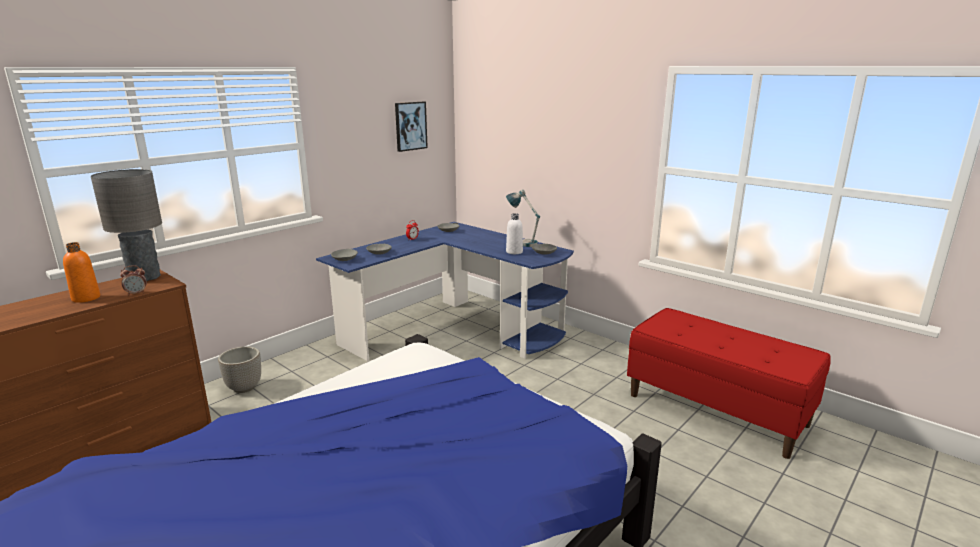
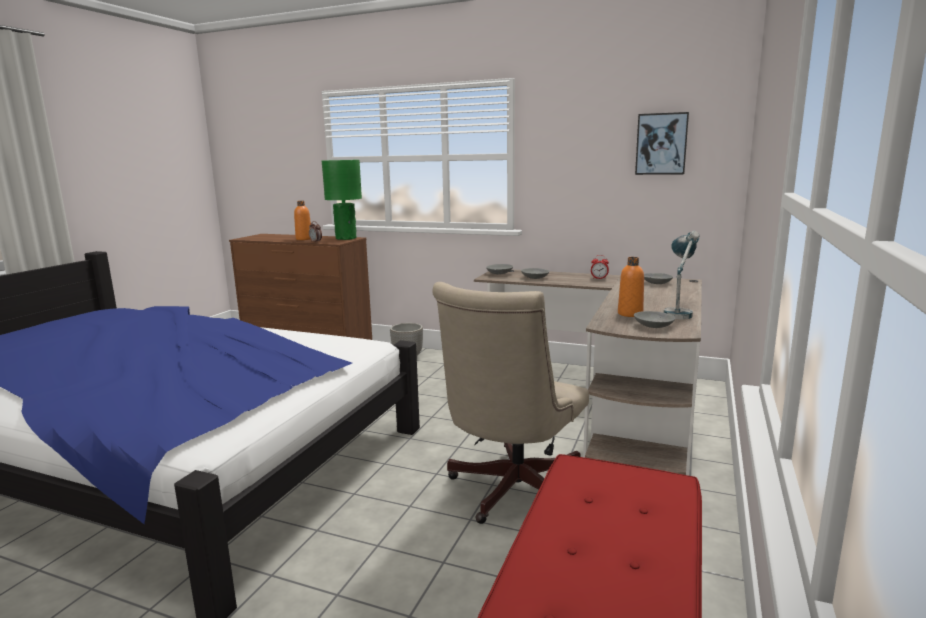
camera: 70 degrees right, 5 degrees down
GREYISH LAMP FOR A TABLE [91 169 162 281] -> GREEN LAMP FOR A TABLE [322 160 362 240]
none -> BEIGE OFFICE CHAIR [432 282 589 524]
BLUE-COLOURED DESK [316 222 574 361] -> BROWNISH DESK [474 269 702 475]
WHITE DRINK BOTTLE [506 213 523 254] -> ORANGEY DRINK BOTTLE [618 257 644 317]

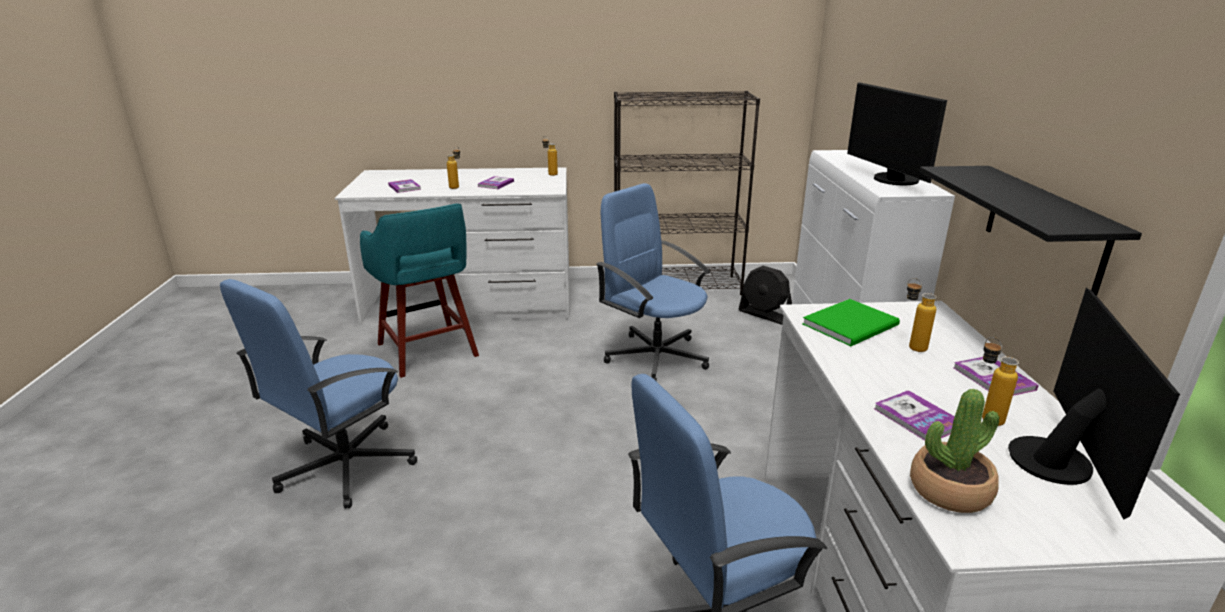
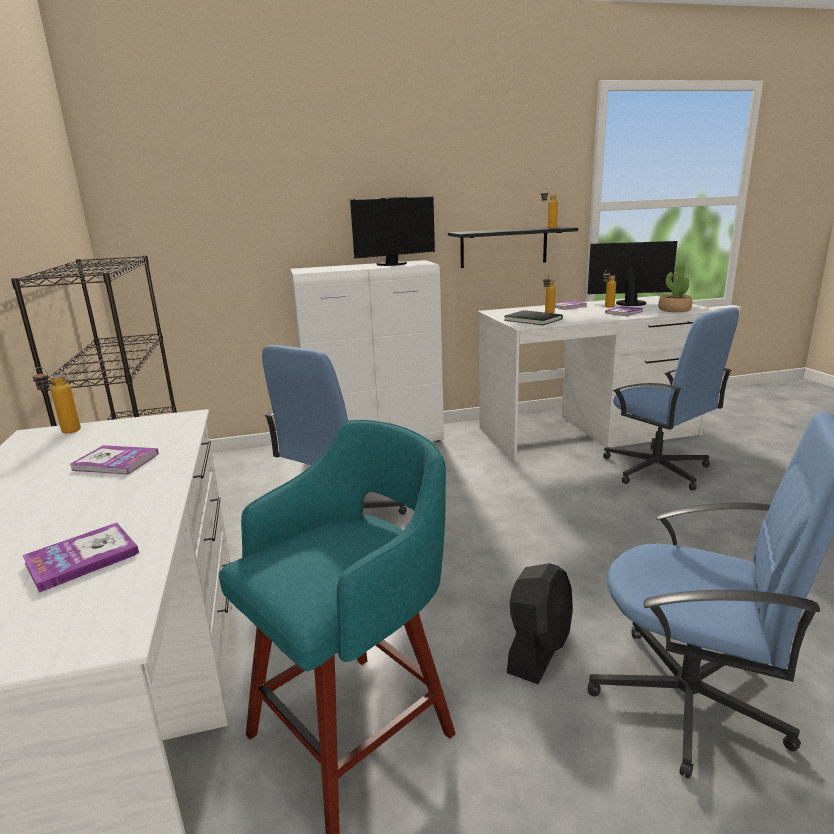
camera: 100 degrees left, 5 degrees down
GREEN VOLUME [802 299 900 346] -> BLACK-COLOURED VOLUME [504 310 563 325]
BLACK-COLOURED ELECTRIC FAN [739 266 792 325] -> BLACK-COLOURED ELECTRIC FAN [507 563 573 684], moved
DRINK BOTTLE [447 146 460 189] -> DRINK BOTTLE [540 188 558 229], moved

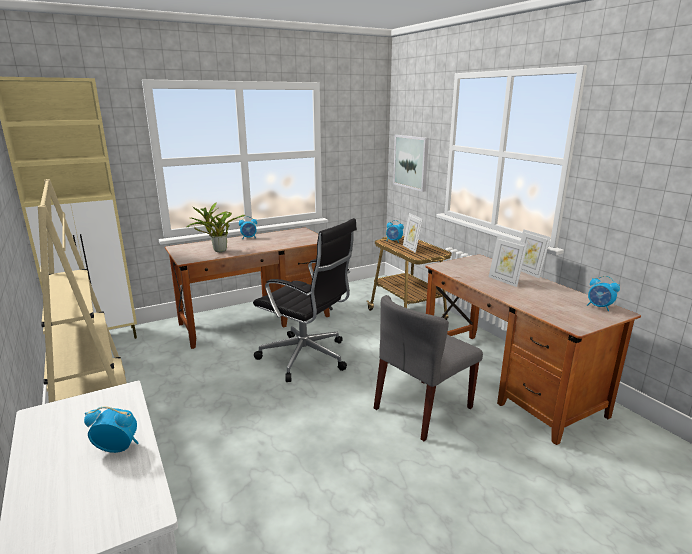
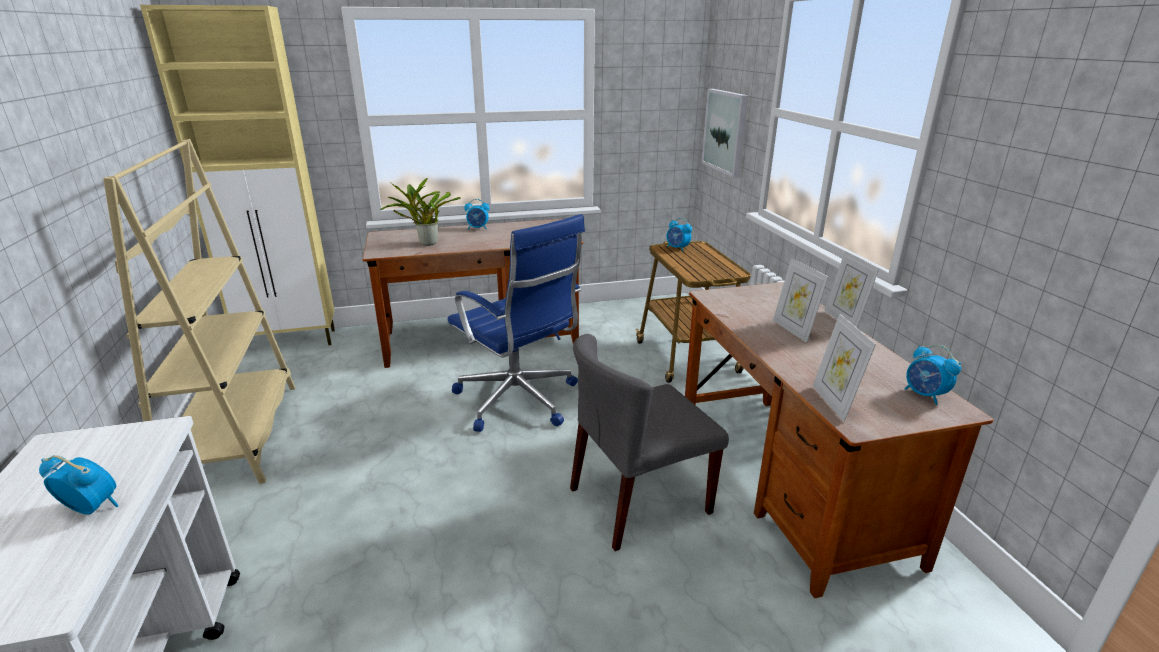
camera: 15 degrees right, 5 degrees up
BLACK-COLOURED OFFICE CHAIR [253 218 357 382] -> BLUE-COLOURED OFFICE CHAIR [448 214 585 432]
PHOTO FRAME [403 213 423 253] -> PHOTO FRAME [813 314 876 422], moved

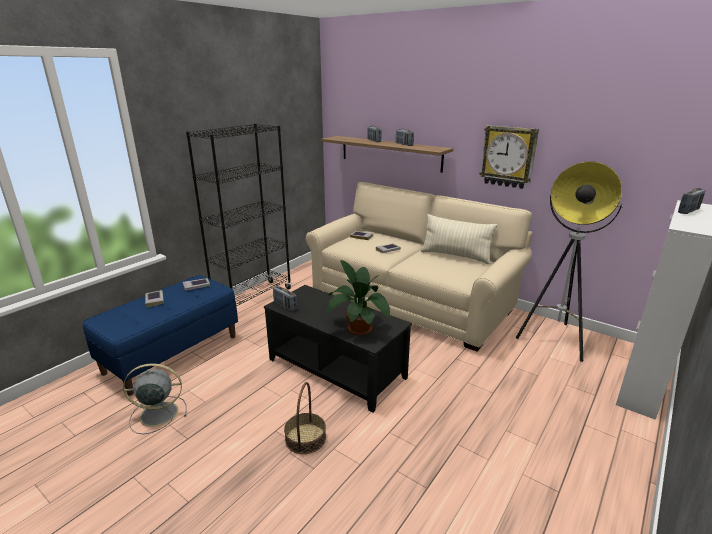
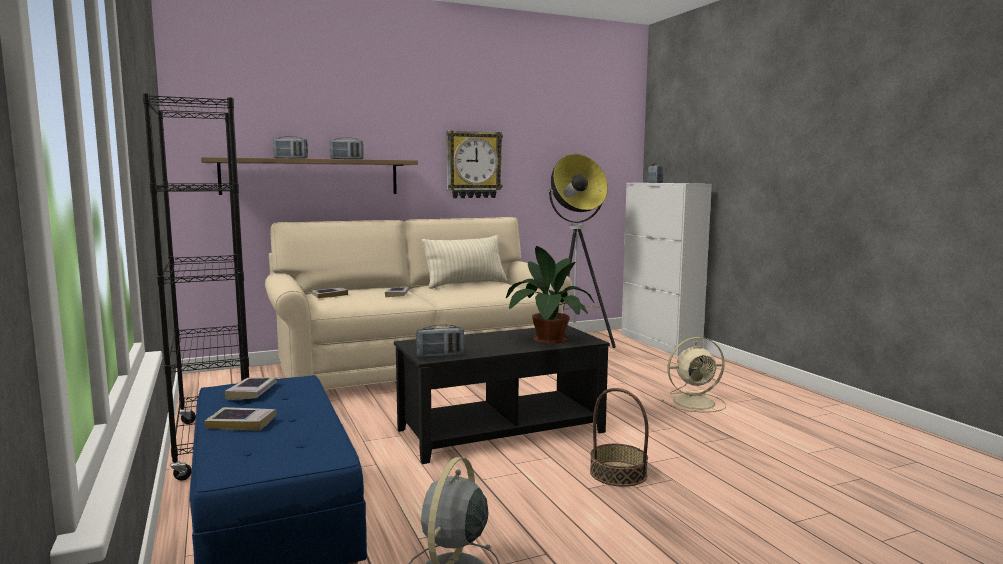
camera: 60 degrees left, 15 degrees down
none -> BEIGE ELECTRIC FAN [661 337 726 412]

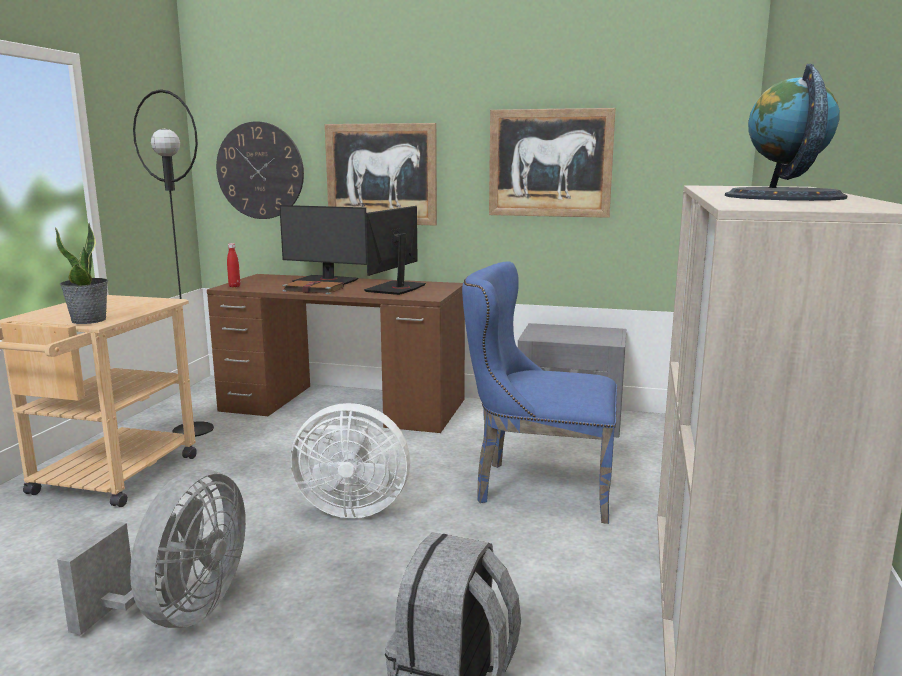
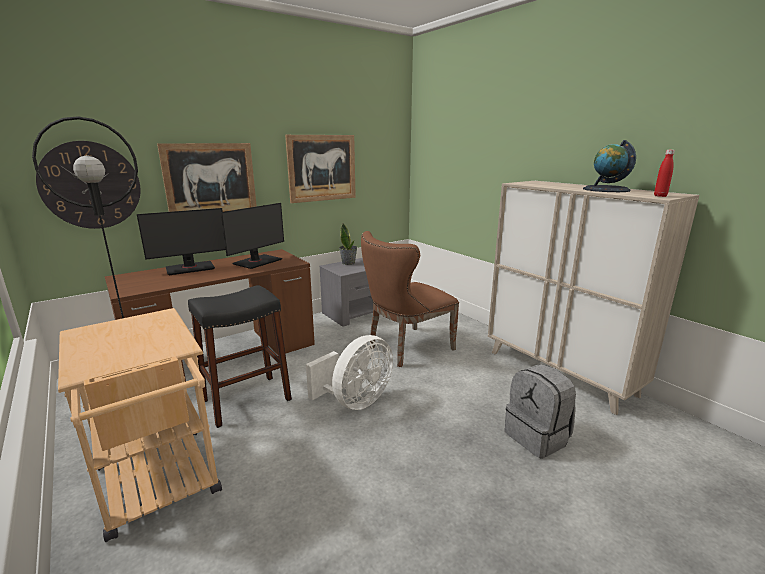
camera: 50 degrees left, 5 degrees up
none -> BLACK-COLOURED STOOL [188 285 292 428]
COMPUTER DISPLAY [364 206 426 295] -> COMPUTER DISPLAY [221 203 284 269], 120 degrees counterclockwise
HOUSEPLANT [55 223 108 324] -> HOUSEPLANT [339 224 357 265], moved
BLUE-COLOURED PLAIN CHAIR [462 261 617 524] -> BROWNISH PLAIN CHAIR [361 231 459 367]
REDDISH DRINK BOTTLE [227 243 240 287] -> REDDISH DRINK BOTTLE [654 150 675 197], moved
GREYISH ELECTRIC FAN [57 469 246 635] -> none
BROWNISH VOLUME [282 280 344 294] -> none

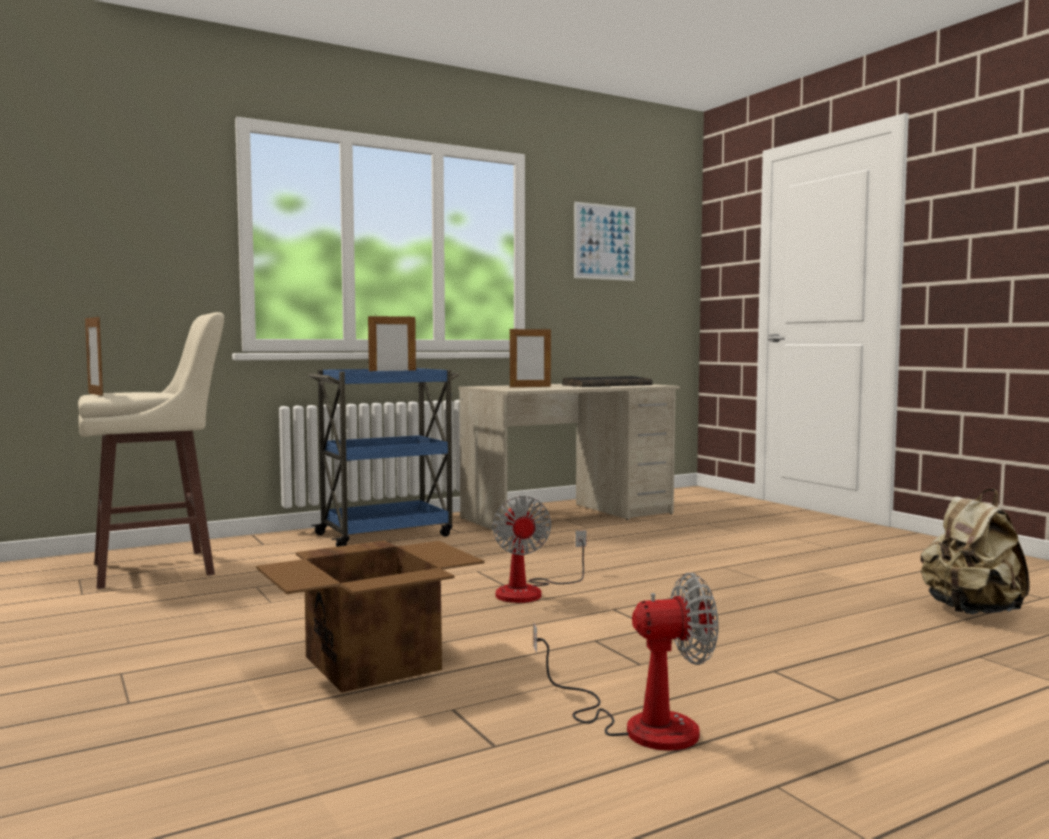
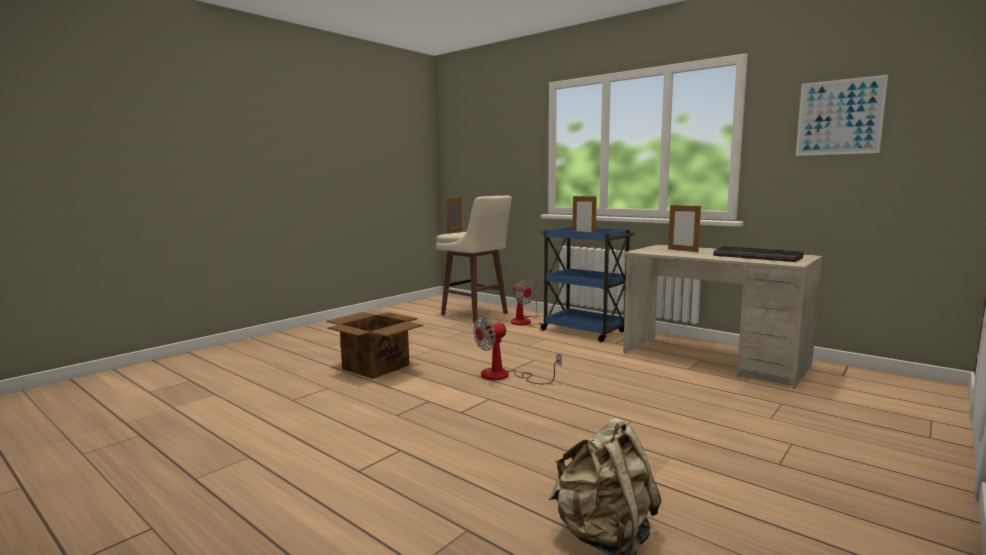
camera: 70 degrees right, 5 degrees up
ELECTRIC FAN [533 573 718 751] -> ELECTRIC FAN [511 279 539 325], moved

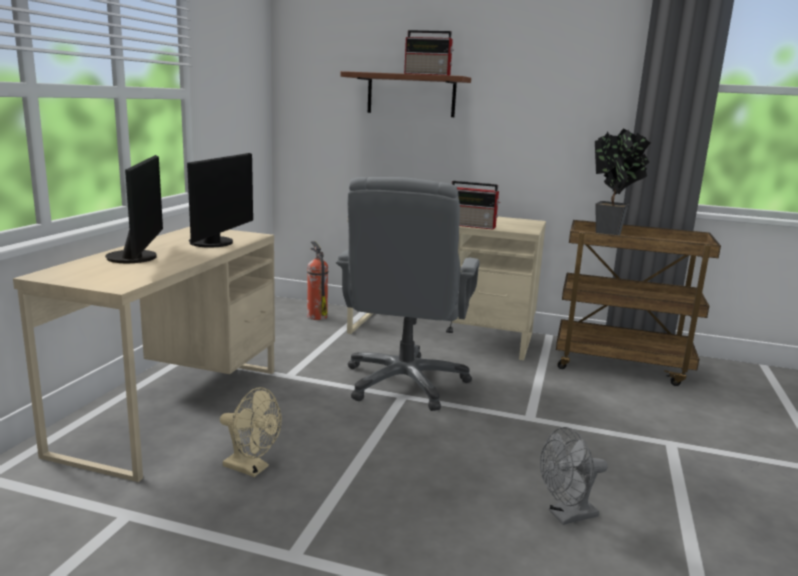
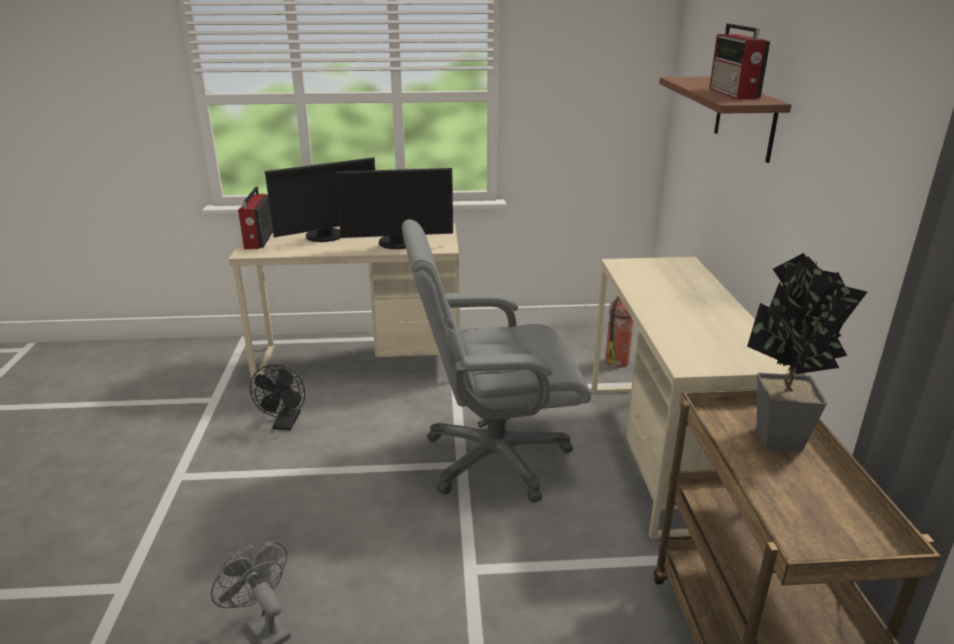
camera: 70 degrees right, 10 degrees up
RADIO [452 181 500 230] -> RADIO [238 187 273 249], moved
BEIGE ELECTRIC FAN [220 387 282 477] -> BLACK-COLOURED ELECTRIC FAN [250 364 305 430]

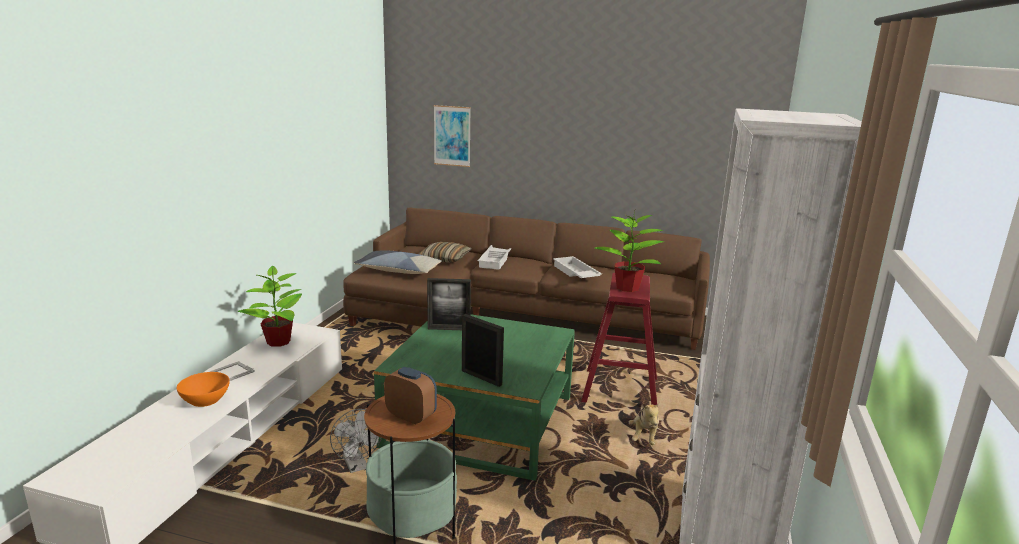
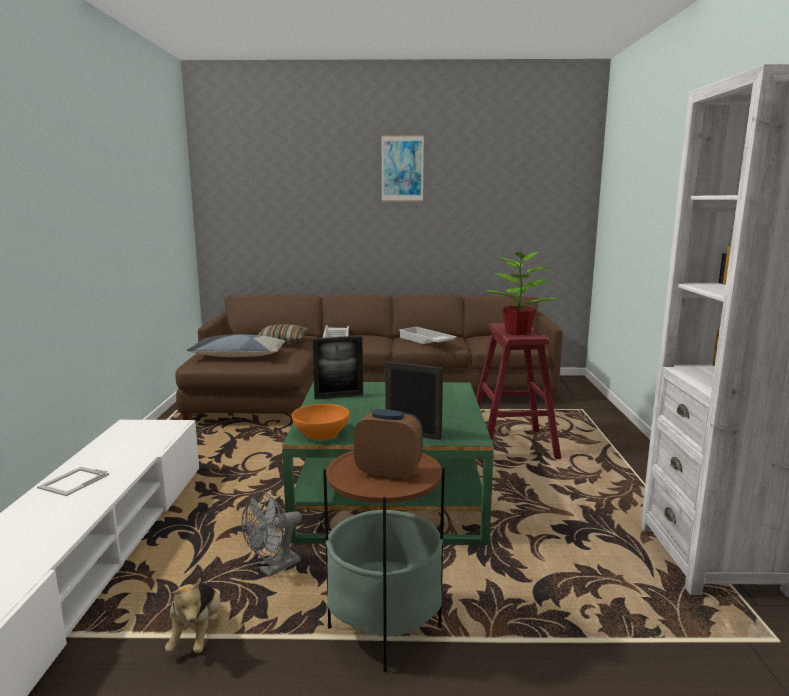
camera: 15 degrees left, 5 degrees down
PLUSH TOY [629 402 661 445] -> PLUSH TOY [165 578 221 653], moved
GREYISH ELECTRIC FAN [330 409 382 473] -> GREYISH ELECTRIC FAN [242 491 302 577], 90 degrees clockwise
ORANGEY DEEP DISH [177 372 230 407] -> ORANGEY DEEP DISH [292 404 349 440], moved
WALL PICTURE [434 105 471 167] -> WALL PICTURE [381 135 424 202], moved
HOUSEPLANT [237 266 302 347] -> none

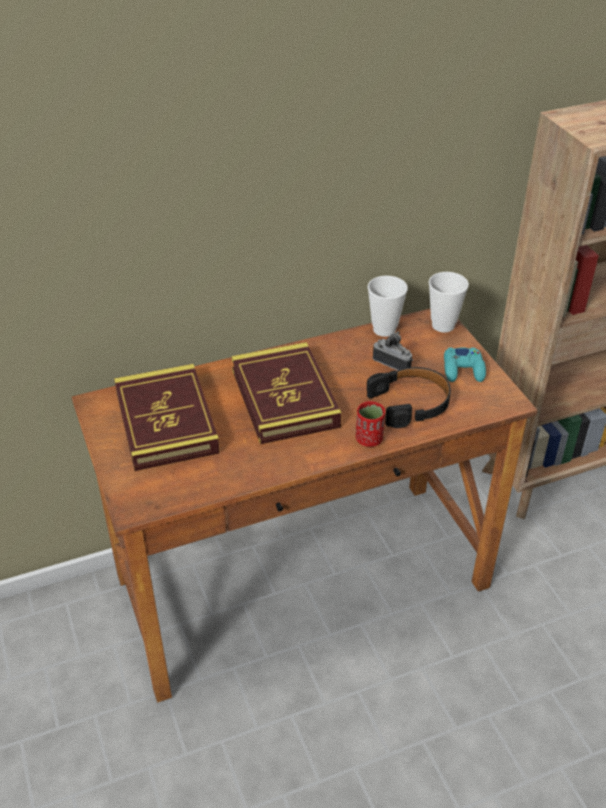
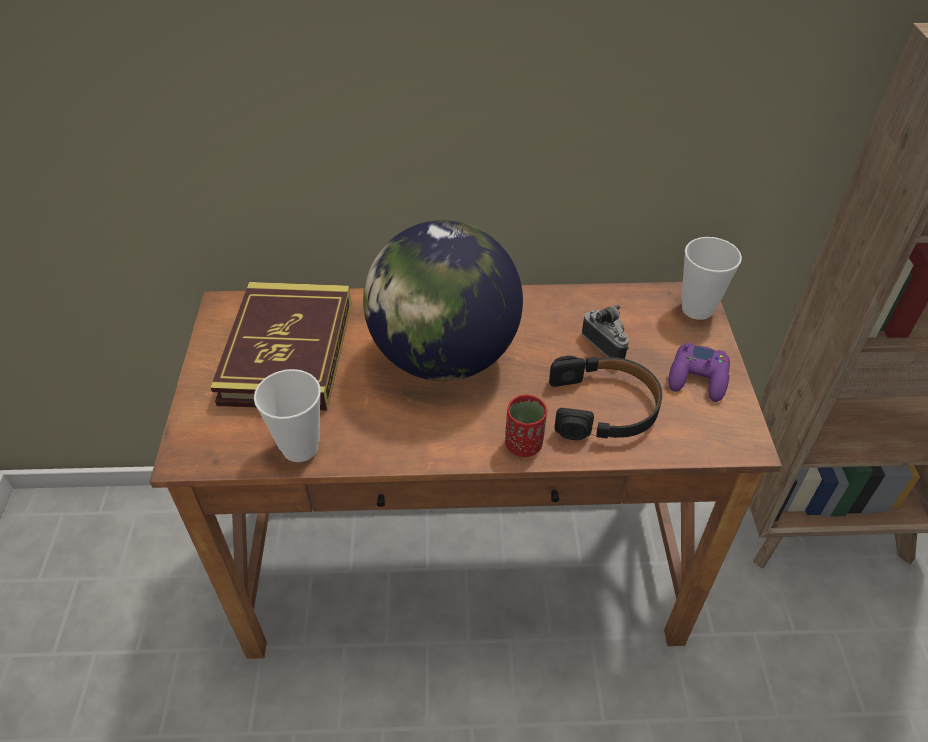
camera: 20 degrees right, 5 degrees up
CUP [368 276 408 337] -> CUP [254 369 321 462], moved
VOLUME [231 342 341 444] -> DESK GLOBE [363 220 523 381]
TURQUOISE-COLOURED JOYPAD [444 347 486 382] -> PURPLE-COLOURED JOYPAD [668 342 730 402]

